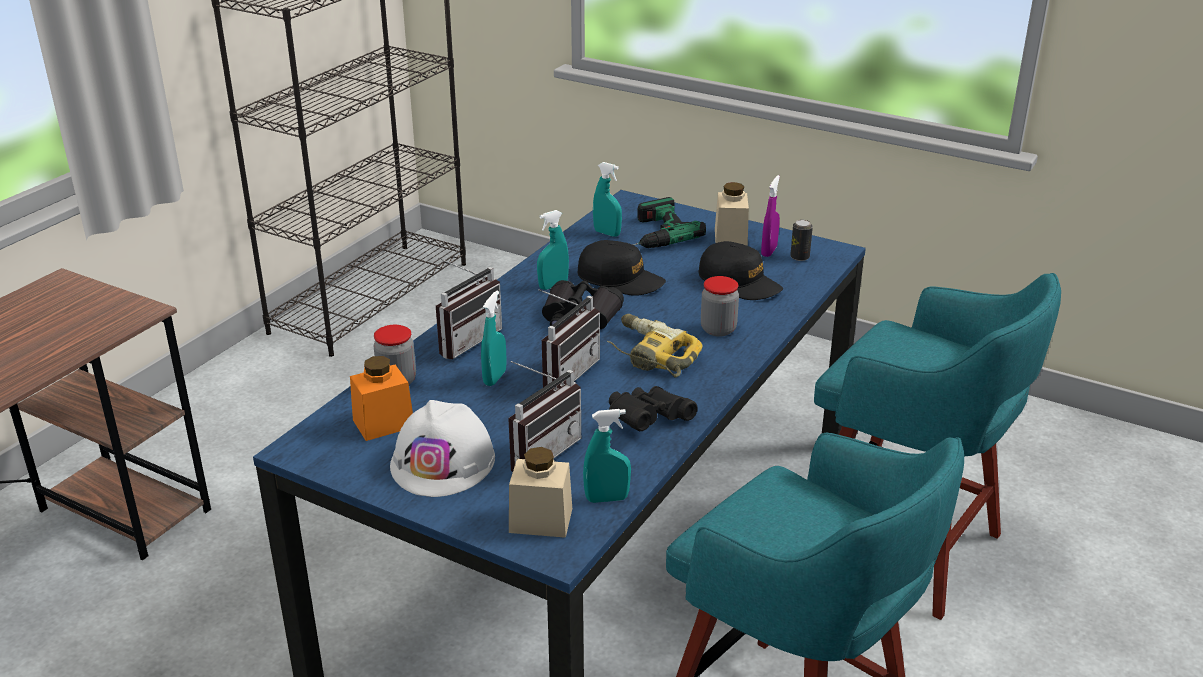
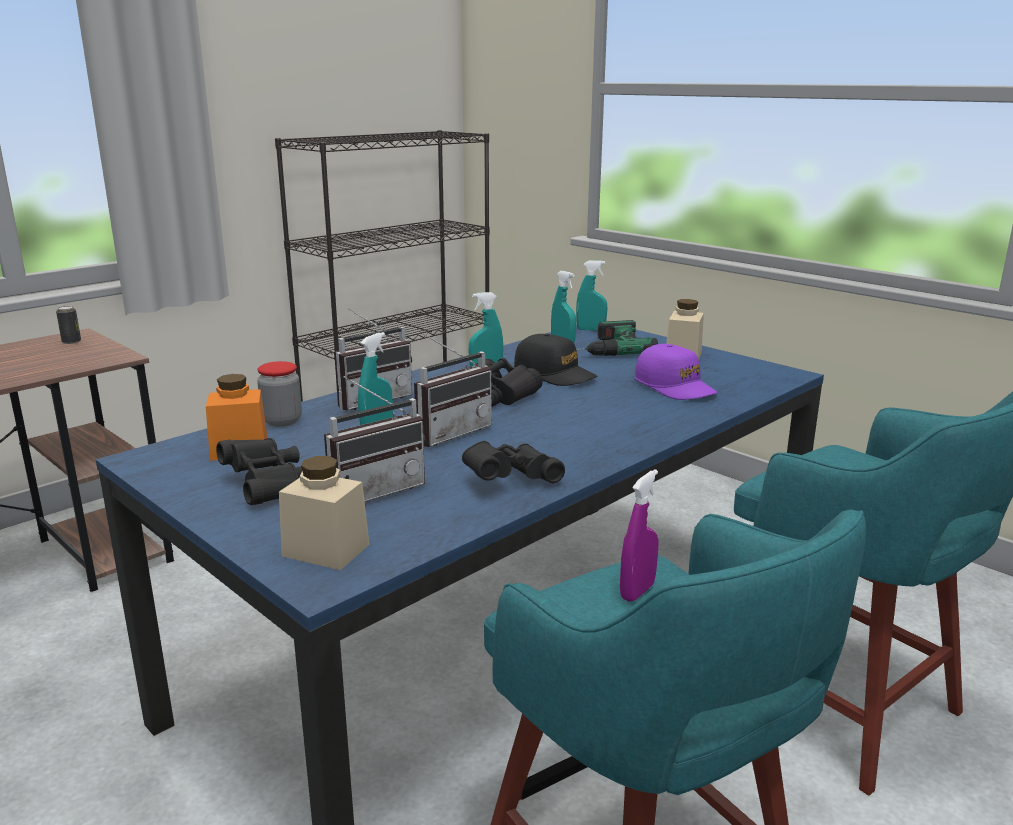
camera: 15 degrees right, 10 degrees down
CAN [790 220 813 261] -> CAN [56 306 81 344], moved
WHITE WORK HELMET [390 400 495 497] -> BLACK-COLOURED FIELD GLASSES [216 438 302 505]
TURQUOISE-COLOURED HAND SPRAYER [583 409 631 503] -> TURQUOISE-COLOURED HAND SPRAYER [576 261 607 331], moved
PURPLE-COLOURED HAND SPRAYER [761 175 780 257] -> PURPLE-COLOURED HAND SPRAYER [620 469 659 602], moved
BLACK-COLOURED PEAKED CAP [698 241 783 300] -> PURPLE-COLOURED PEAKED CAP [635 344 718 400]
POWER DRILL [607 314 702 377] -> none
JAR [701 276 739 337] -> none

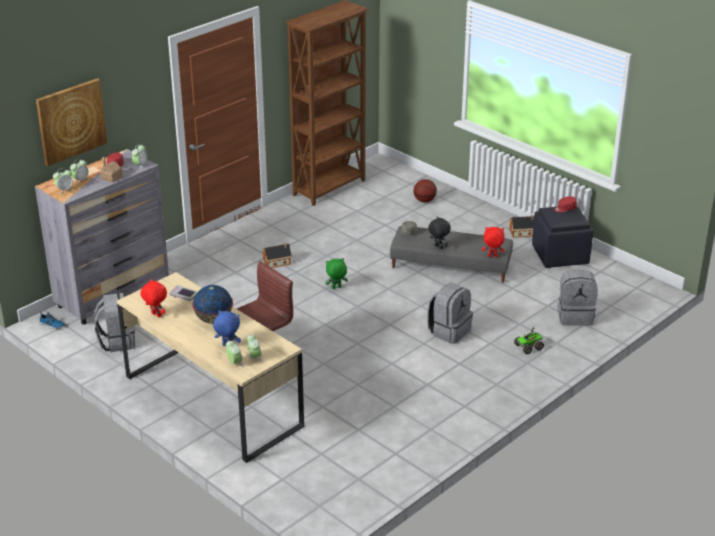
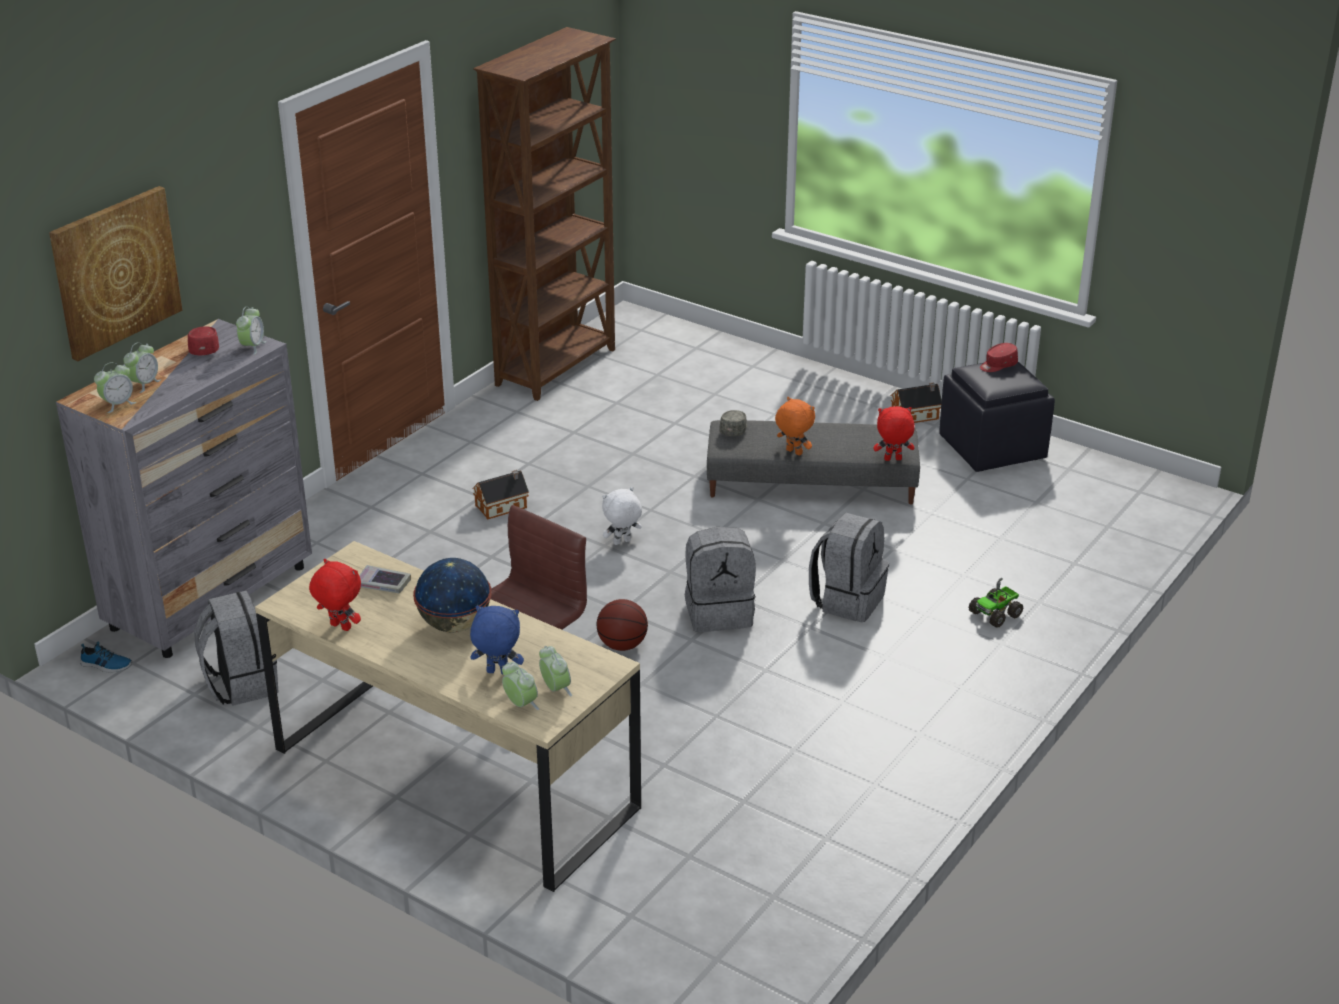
camera: 10 degrees left, 0 degrees up
BASKETBALL [414 179 437 202] -> BASKETBALL [596 599 648 651], moved
GREEN PLUSH TOY [325 258 348 289] -> WHITE PLUSH TOY [602 487 642 545]
GREYISH KNAPSACK [557 270 598 326] -> GREYISH KNAPSACK [685 527 756 632], moved
BLACK-COLOURED PLUSH TOY [428 216 451 249] -> ORANGEY PLUSH TOY [775 397 815 455]
MODEL HOUSE [100 156 123 183] -> none

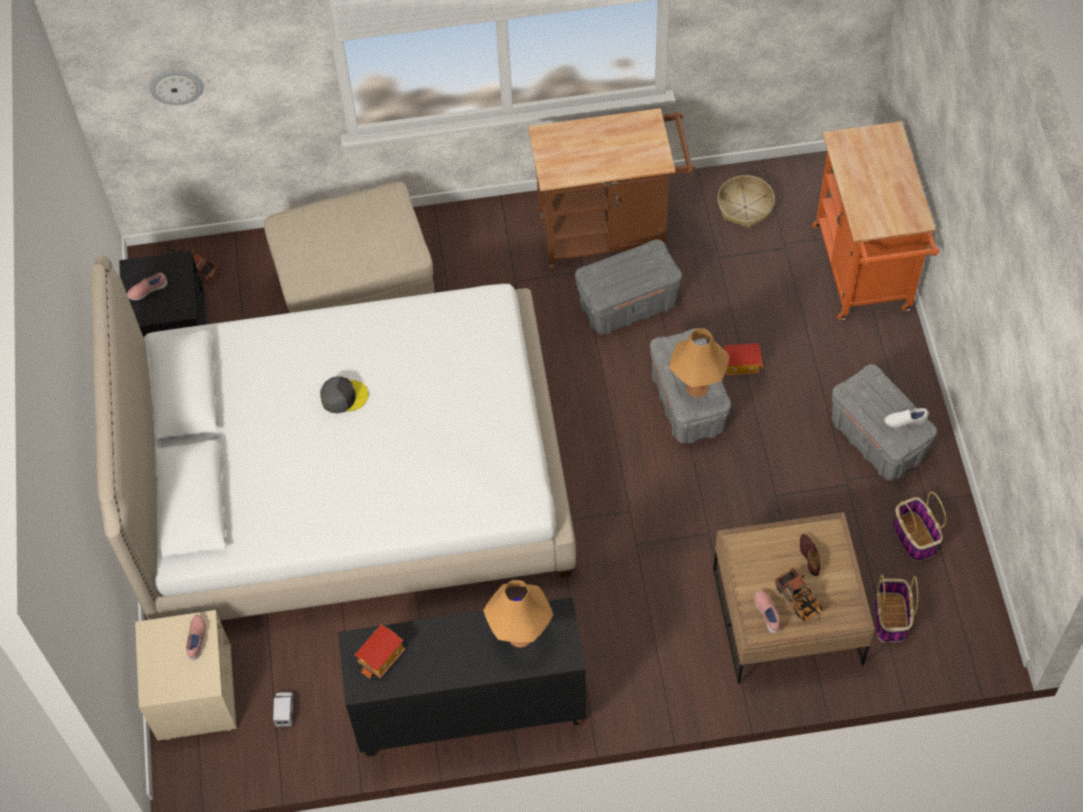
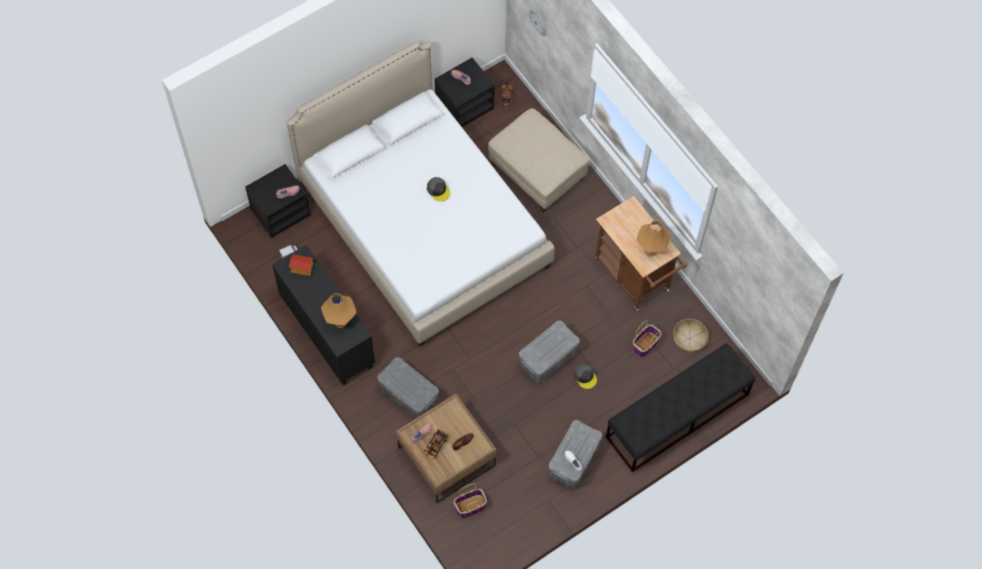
camera: 60 degrees right, 5 degrees up
BEIGE NIGHTSTAND [135 610 237 740] -> BLACK-COLOURED NIGHTSTAND [245 164 311 238]
GREYISH STORAGE BOX [575 240 682 334] -> GREYISH STORAGE BOX [377 357 439 419], moved
MODEL HOUSE [724 343 763 376] -> GREYISH PEAKED CAP [574 364 597 389]
ORANGEY TROLLEY [812 121 939 320] -> BLACK-COLOURED LONG SEAT [606 344 755 472]
STORAGE BASKET [893 492 946 561] -> STORAGE BASKET [632 320 662 358], moved
ORANGEY LAMP FOR A TABLE [669 328 730 397] -> ORANGEY LAMP FOR A TABLE [637 221 671 257], moved

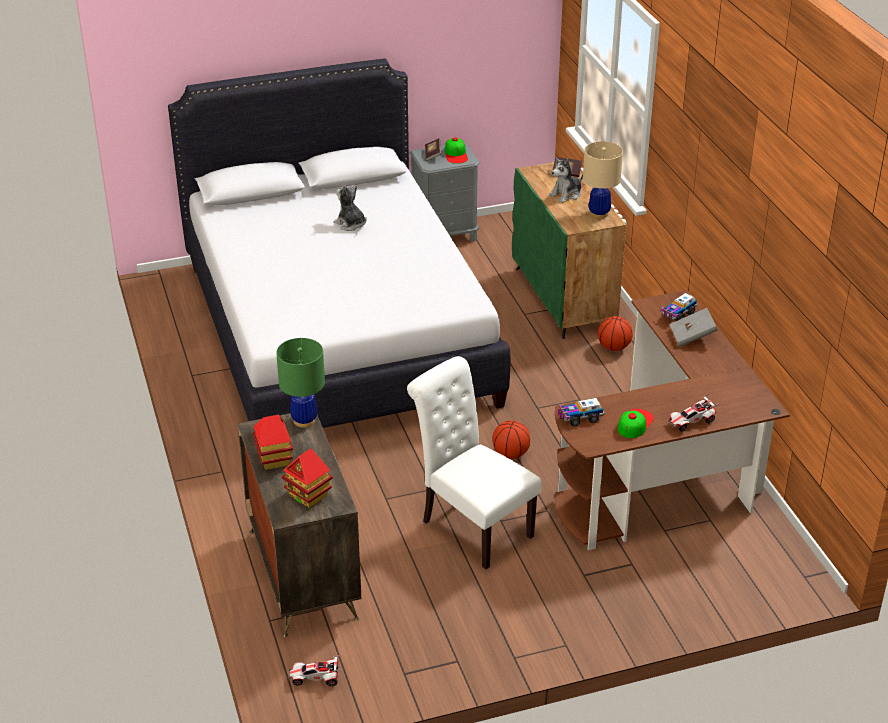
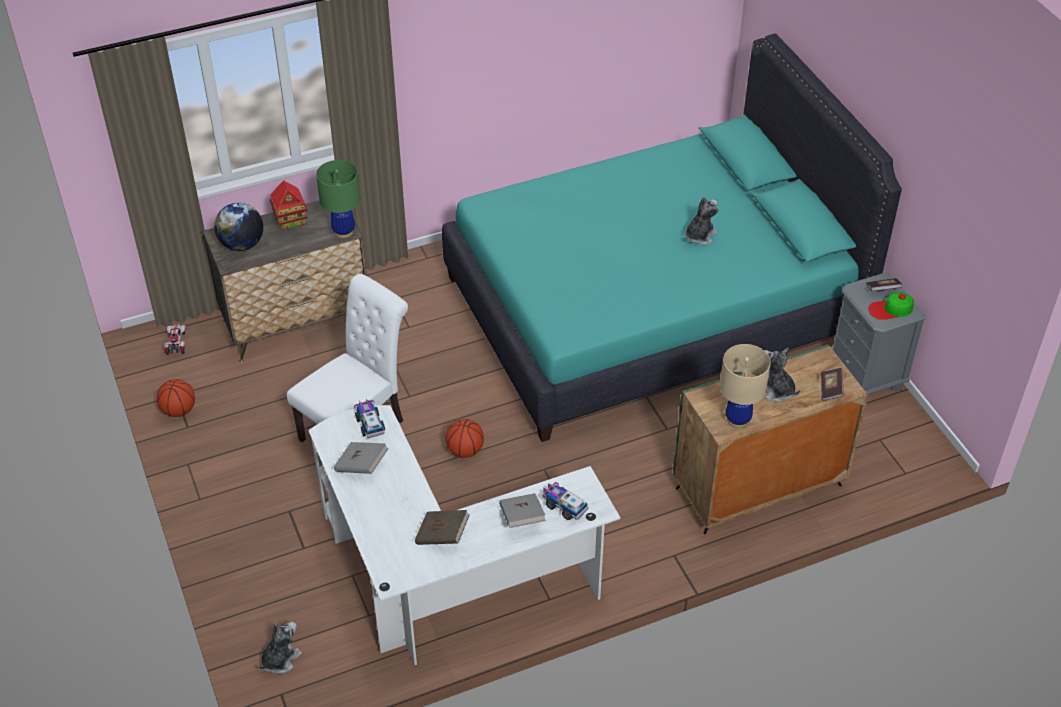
camera: 85 degrees right, 10 degrees up
BASKETBALL [598 316 633 351] -> BASKETBALL [157 379 195 417], moved
MODEL HOUSE [282 448 333 508] -> DESK GLOBE [214 203 263 251]
none -> PLUSH TOY [258 622 302 674]
BROWNISH DESK [555 290 790 550] -> WHITE DESK [309 405 620 665]
PEAKED CAP [618 409 654 438] -> GREYISH VOLUME [334 442 389 474]
none -> BROWNISH VOLUME [415 510 470 545]
WHITE SLEEPING BED [168 58 510 428] -> TURQUOISE-COLOURED SLEEPING BED [442 34 902 442]
TOY CAR [668 393 719 432] -> none

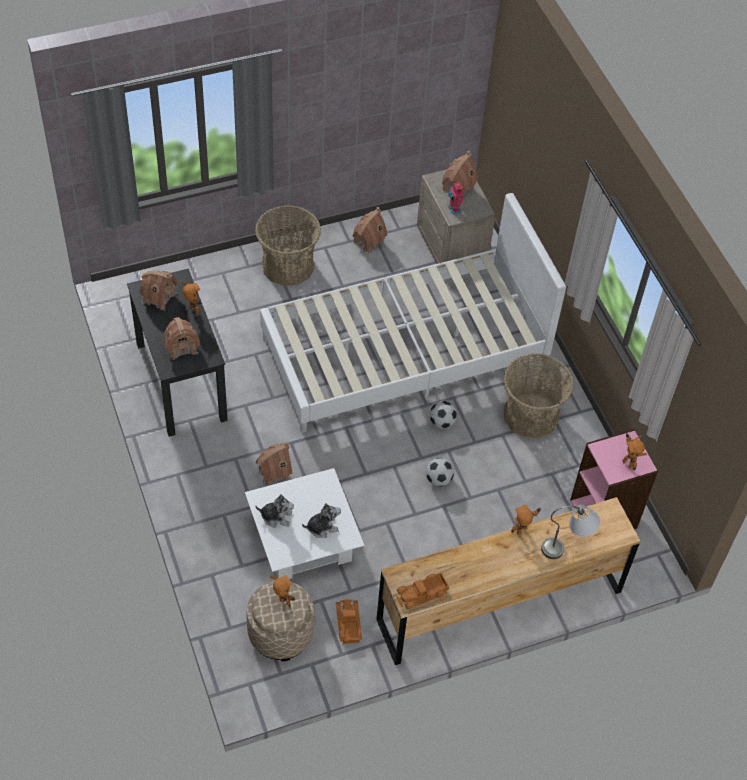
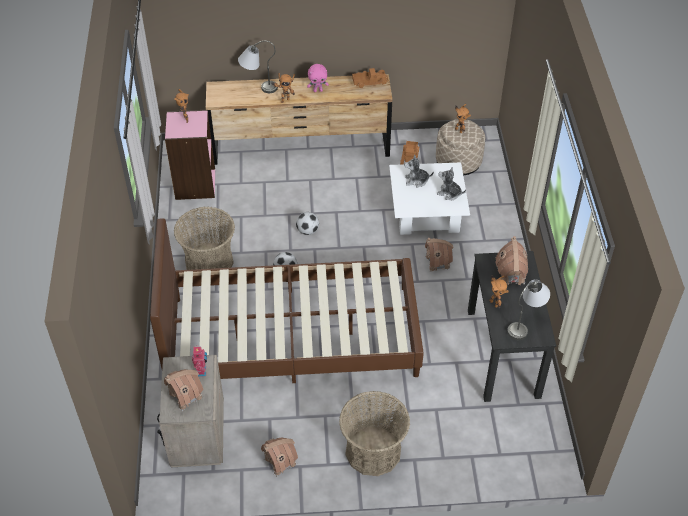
camera: 160 degrees left, 5 degrees down
WHITE SLEEPING BED [260 193 566 433] -> BROWNISH SLEEPING BED [150 218 424 383]
none -> PINKISH PLUSH TOY [307 64 329 92]
MODEL HOUSE [140 271 178 311] -> GREYISH LAMP FOR A TABLE [507 279 550 340]

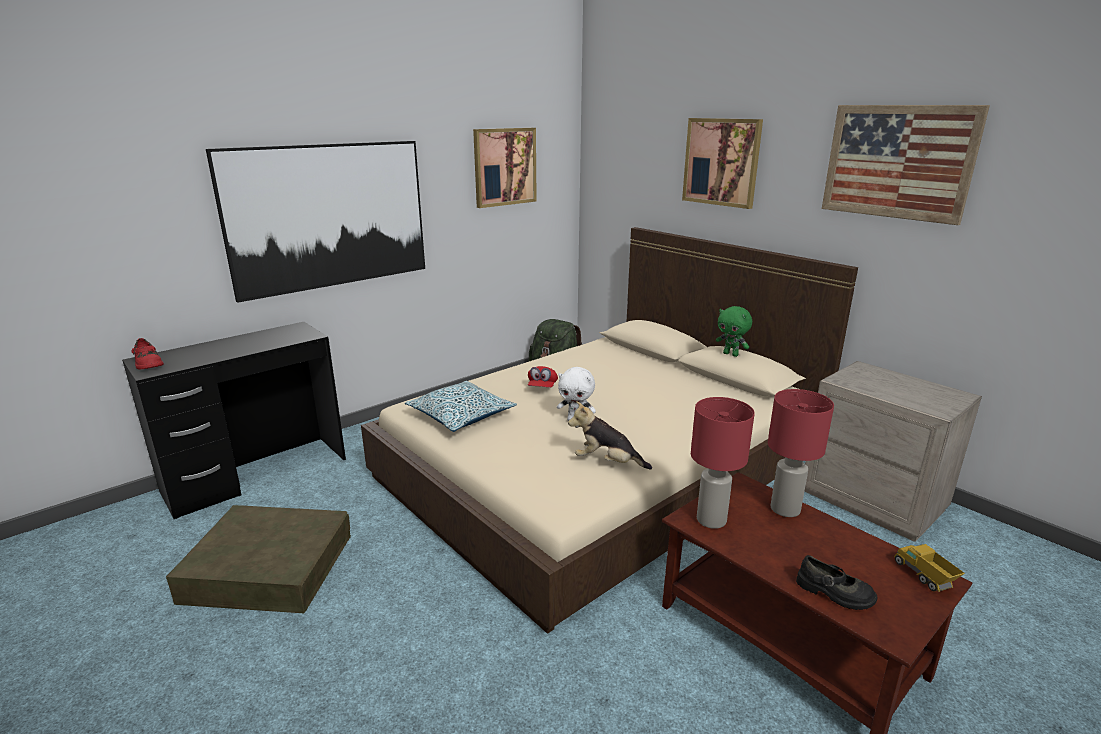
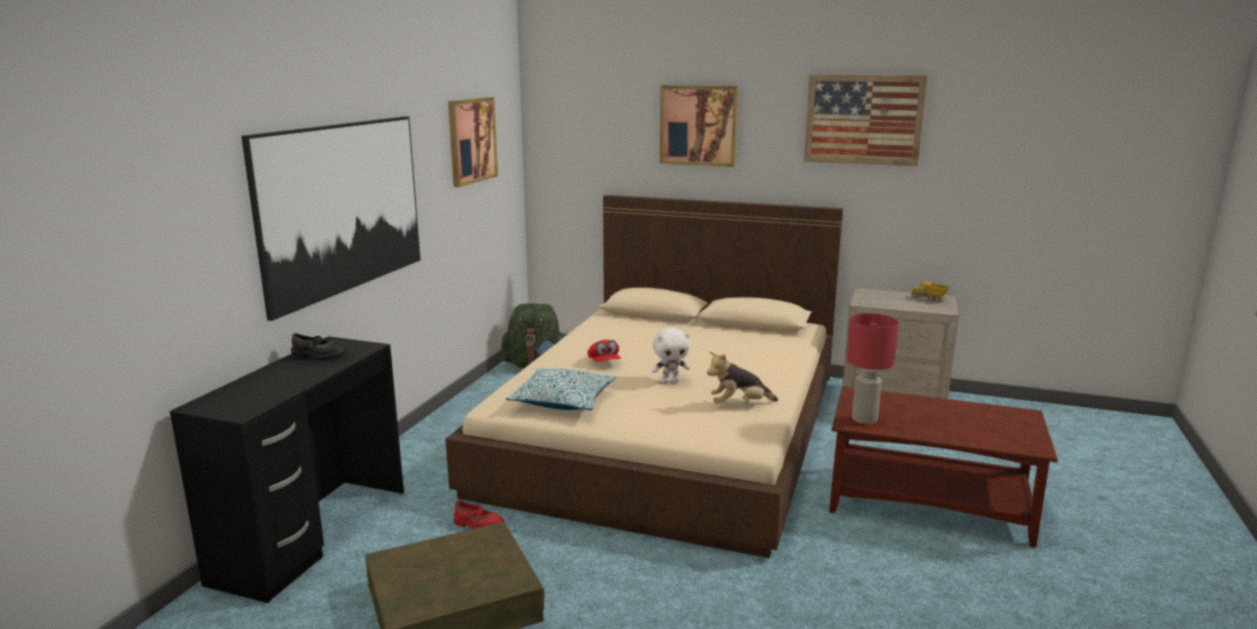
camera: 30 degrees left, 5 degrees down
BLACK-COLOURED ITEM OF FOOTWEAR [796 555 877 610] -> BLACK-COLOURED ITEM OF FOOTWEAR [291 333 347 360], moved
REDDISH ITEM OF FOOTWEAR [132 338 164 369] -> REDDISH ITEM OF FOOTWEAR [454 500 504 529], moved
TOY LORRY [894 544 965 592] -> TOY LORRY [911 281 950 302], moved
GREEN PLUSH TOY [716 306 752 357] -> none
REDDISH LAMP FOR A TABLE [768 389 834 517] -> none

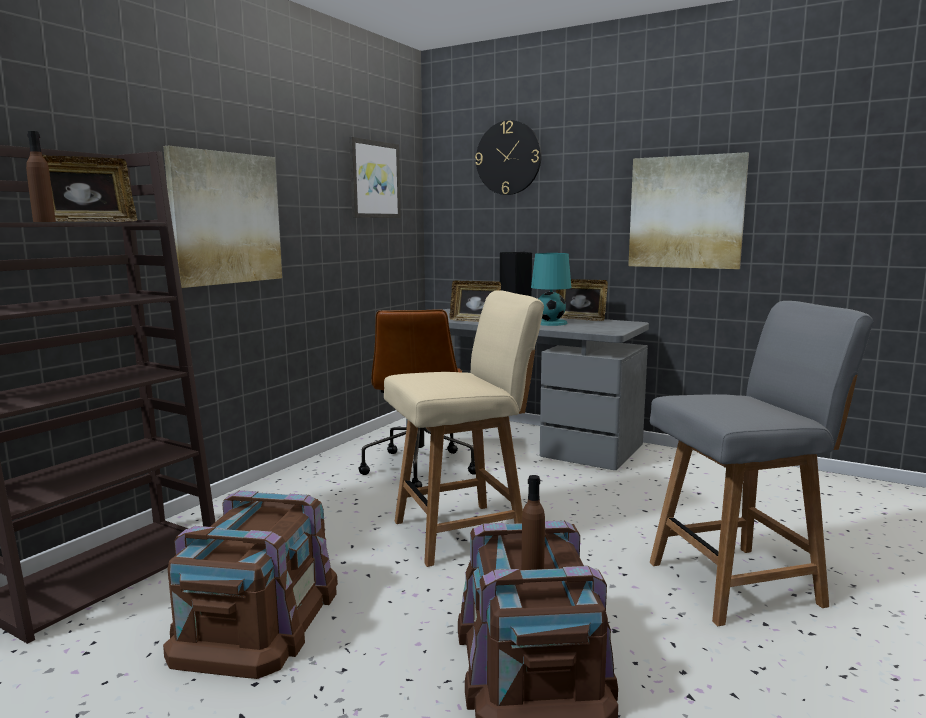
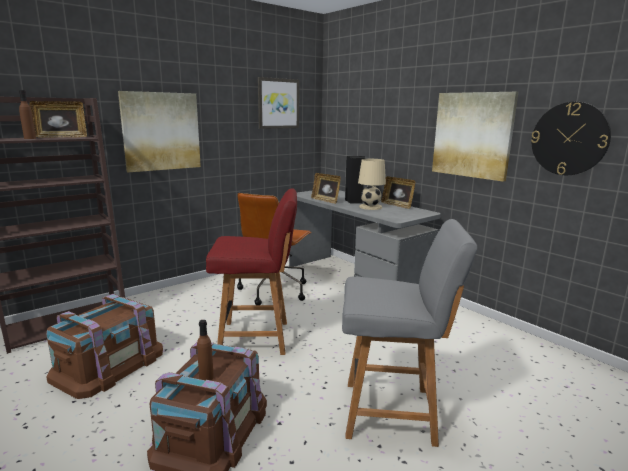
camera: 20 degrees right, 5 degrees up
BEIGE PLAIN CHAIR [384 290 544 567] -> REDDISH PLAIN CHAIR [206 188 297 355]
TURQUOISE-COLOURED LAMP FOR A TABLE [531 253 571 326] -> BEIGE LAMP FOR A TABLE [358 159 386 210]
HANGING CLOCK [475 120 542 195] -> HANGING CLOCK [531 102 611 175], moved

